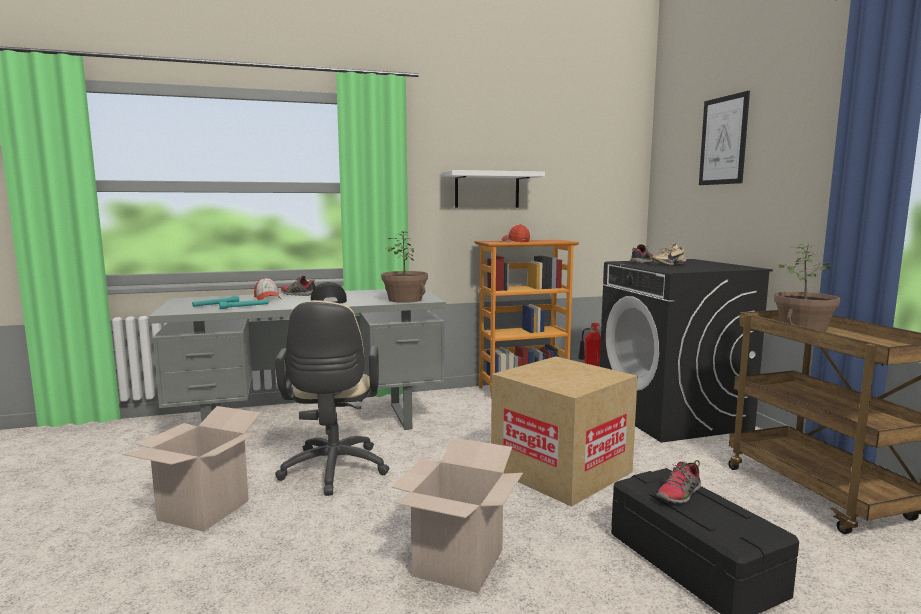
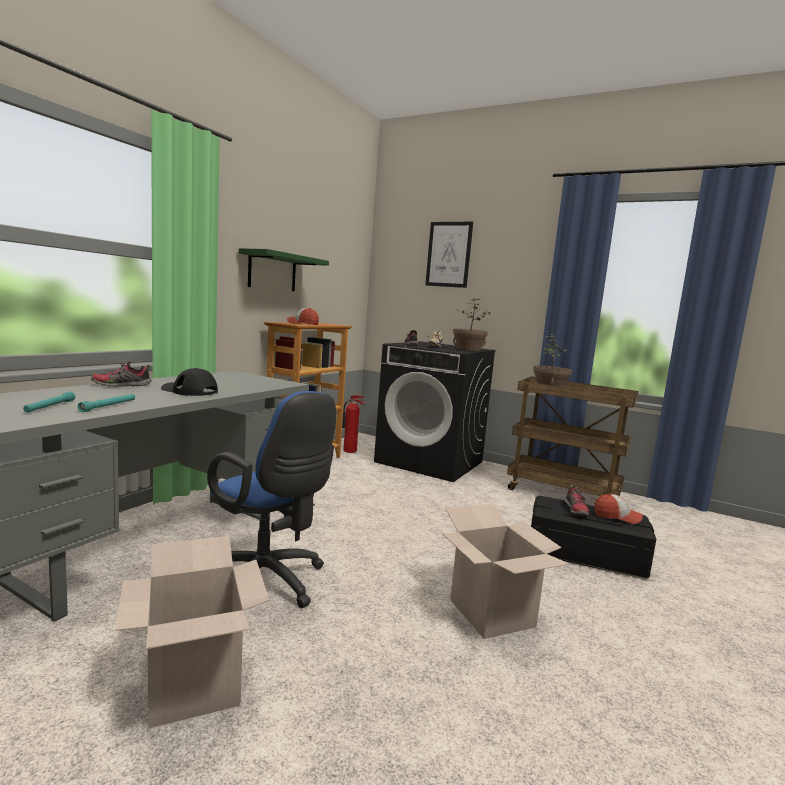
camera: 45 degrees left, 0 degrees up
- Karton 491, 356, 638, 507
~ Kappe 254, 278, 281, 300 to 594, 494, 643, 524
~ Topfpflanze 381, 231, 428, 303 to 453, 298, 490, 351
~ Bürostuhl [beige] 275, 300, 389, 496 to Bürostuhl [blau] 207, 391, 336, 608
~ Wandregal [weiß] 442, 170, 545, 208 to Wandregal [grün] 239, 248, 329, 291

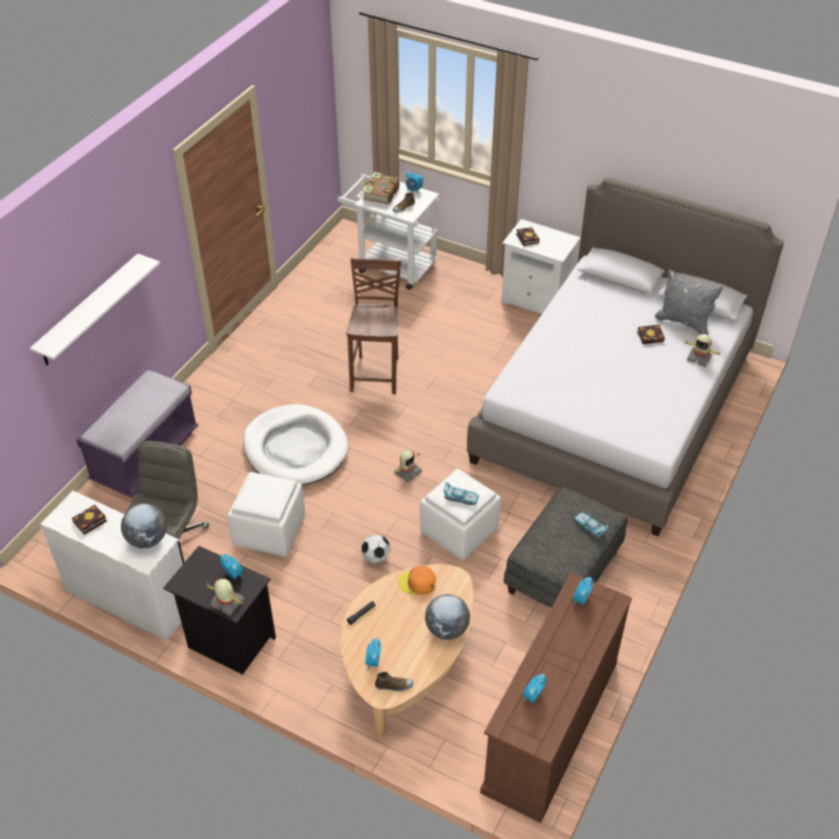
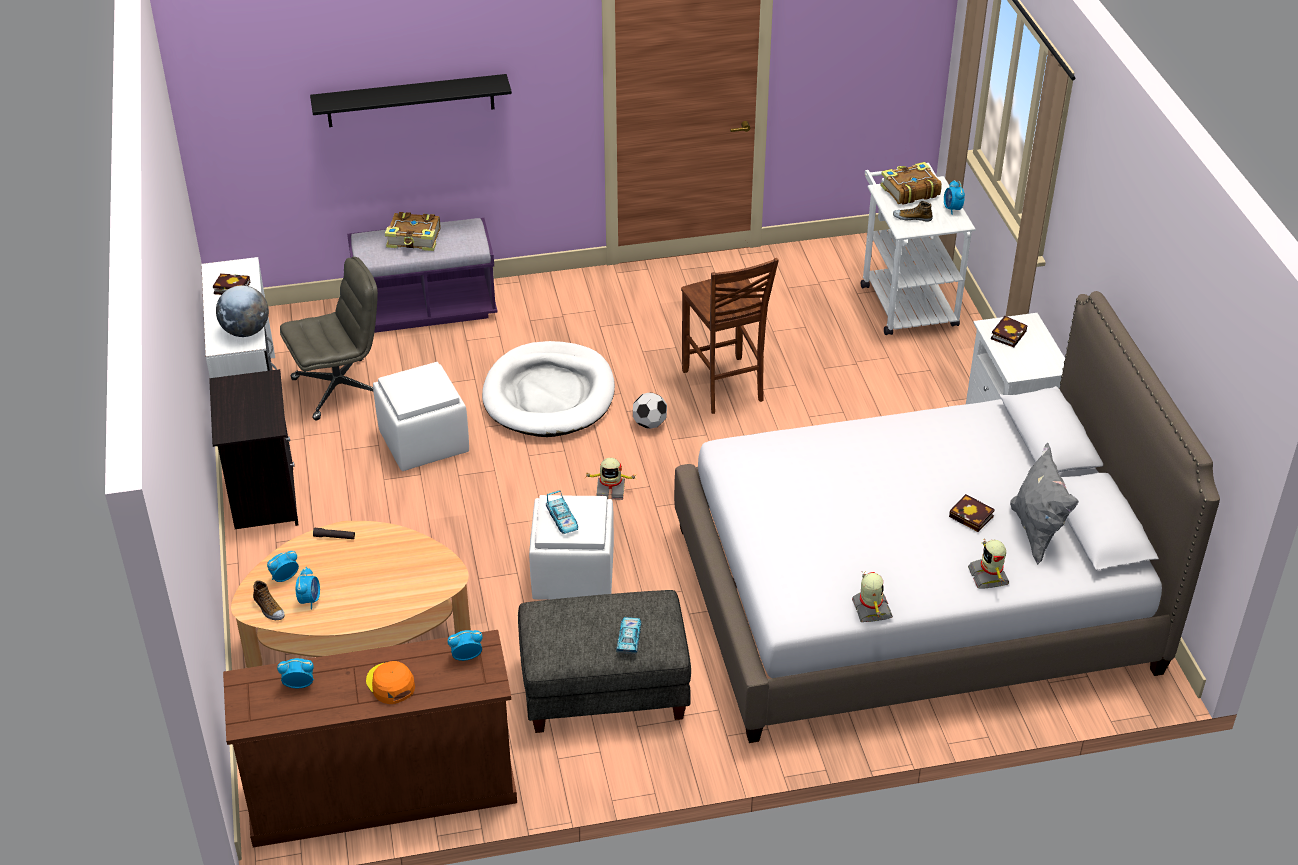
camera: 50 degrees right, 5 degrees down
- Globus 425, 594, 470, 640
+ Buch 385, 212, 440, 251
~ Spielzeugroboter 206, 579, 245, 616 to 852, 571, 893, 622
~ Wecker 220, 554, 243, 580 to 295, 567, 320, 610
~ Fußball 361, 534, 390, 564 to 633, 392, 667, 429
~ Kappe [orange] 398, 566, 436, 595 to 366, 661, 415, 704
~ Wandregal [weiß] 30, 253, 160, 365 to Wandregal [schwarz] 310, 74, 512, 127
~ Stuhl [braun] 346, 258, 401, 394 = 681, 258, 779, 414 105 degrees clockwise

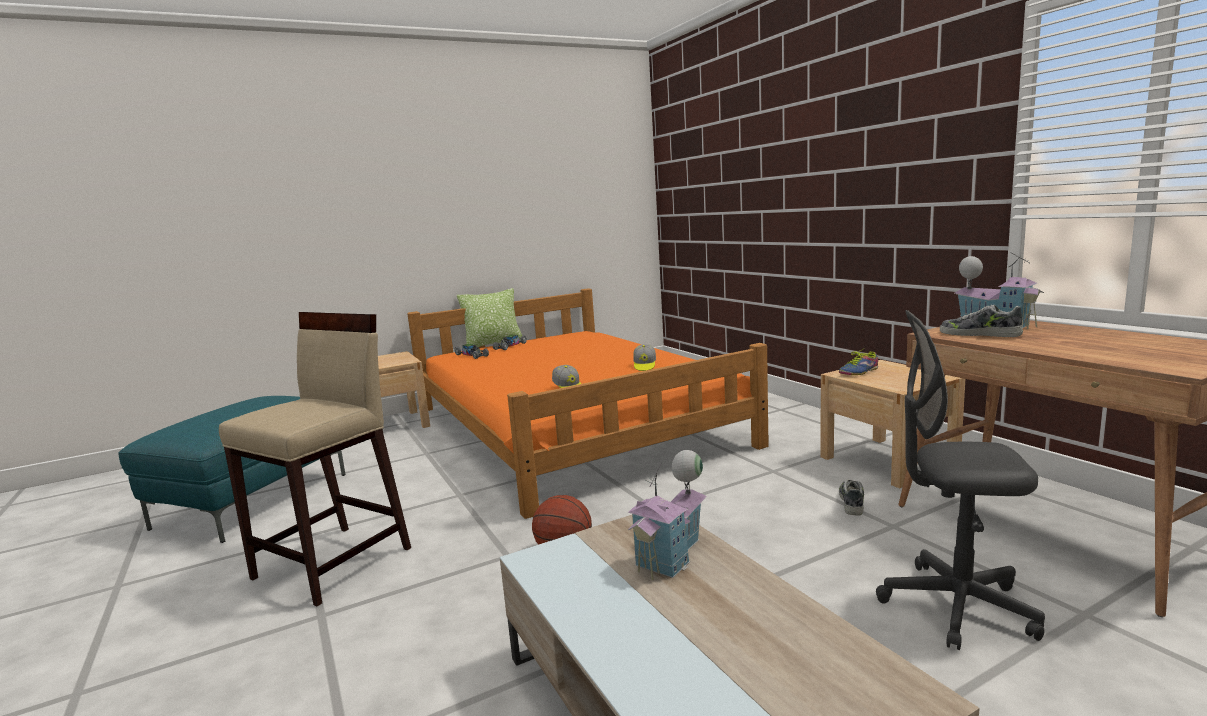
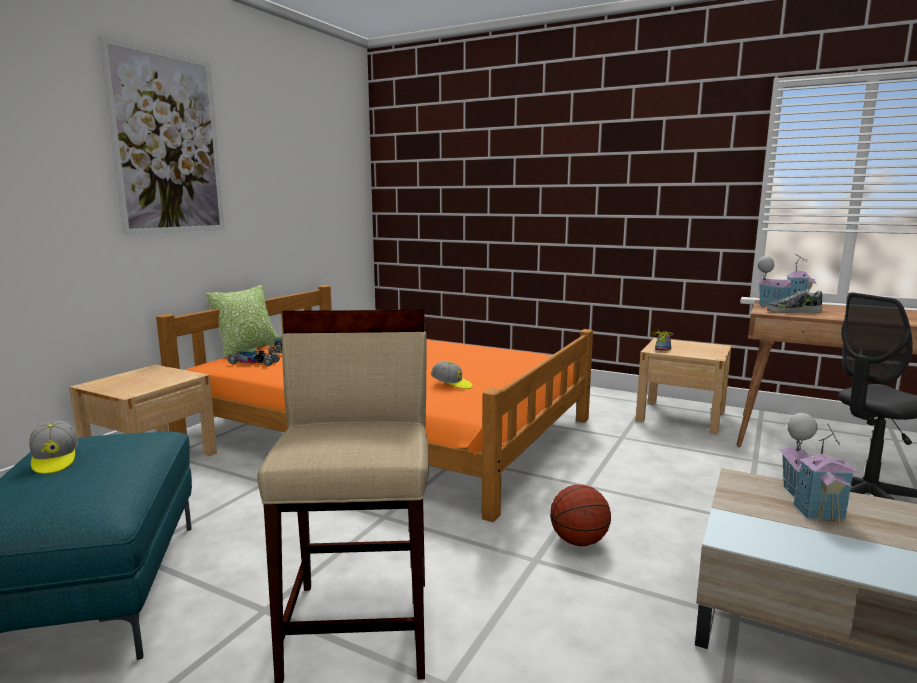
camera: 35 degrees left, 0 degrees up
- Schuh 839, 480, 864, 516
+ Bild 99, 36, 225, 235
~ Kappe 633, 344, 656, 371 to 29, 421, 78, 474

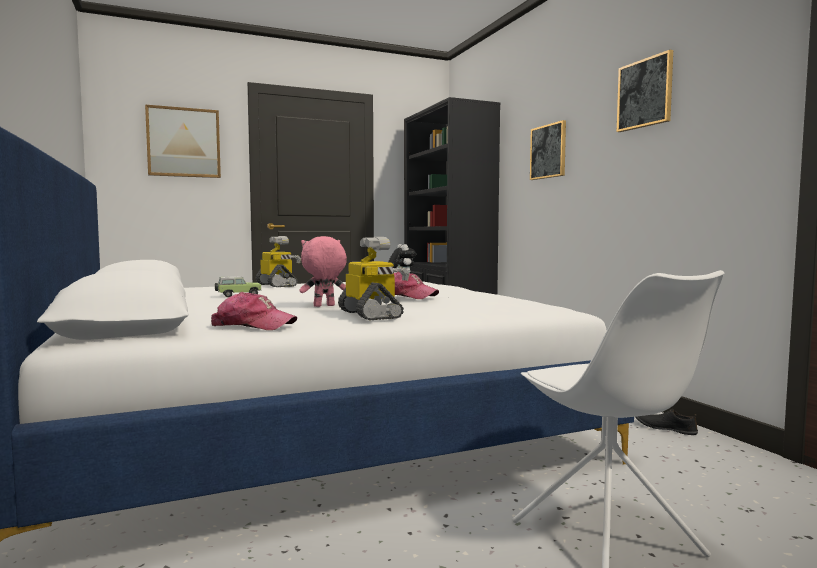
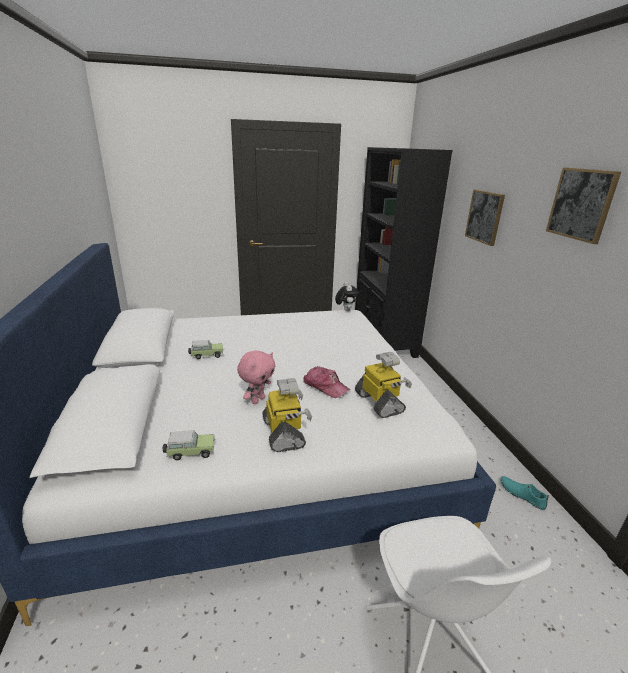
camera: 10 degrees right, 20 degrees up
- Bild 145, 105, 221, 178
~ Spielzeugroboter 256, 236, 301, 287 to 355, 352, 412, 418
~ Kappe 211, 292, 297, 330 to Spielzeugauto 163, 430, 215, 460
~ Schuh [schwarz] 636, 409, 698, 435 to Schuh [türkis] 501, 476, 549, 510
~ Plüschtier [rosa] 299, 236, 347, 307 = 237, 350, 275, 404 135 degrees clockwise

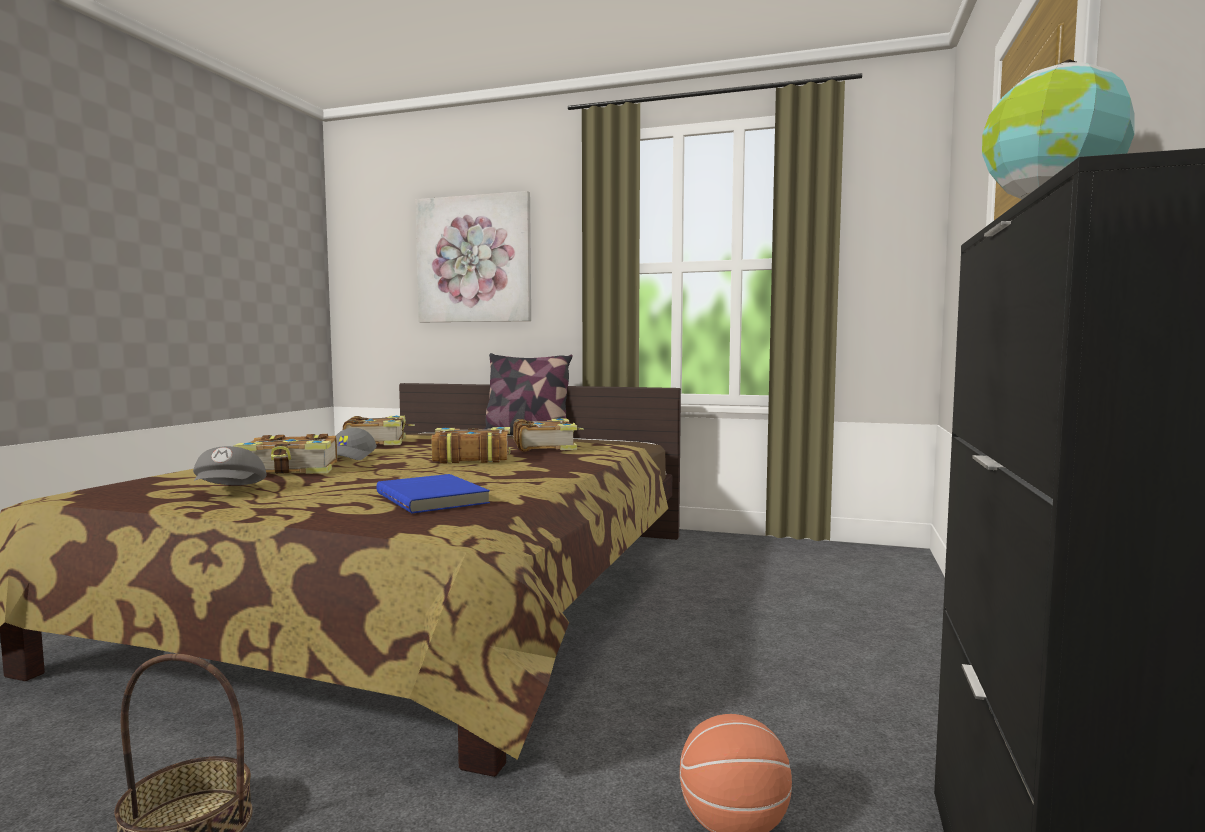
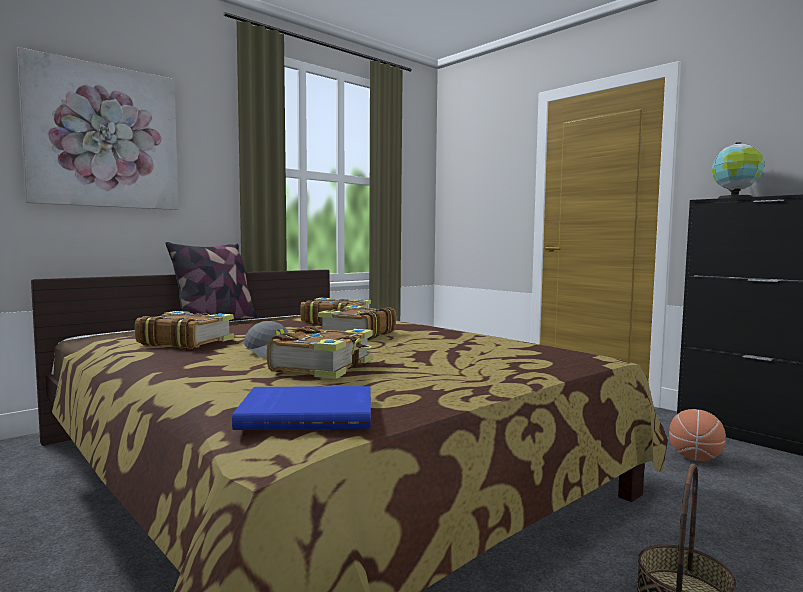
camera: 60 degrees left, 0 degrees up
- Kappe [grau] 193, 446, 267, 485
~ Buch [blau] 376, 474, 490, 513 to 232, 386, 371, 430

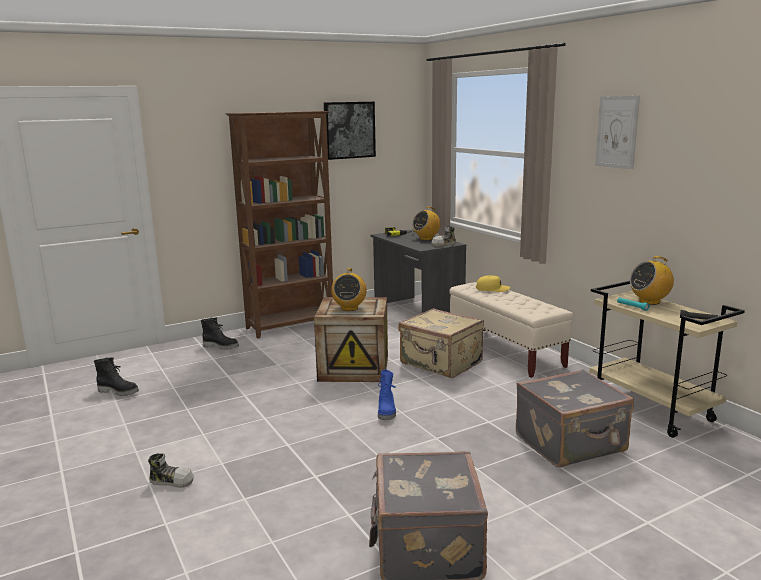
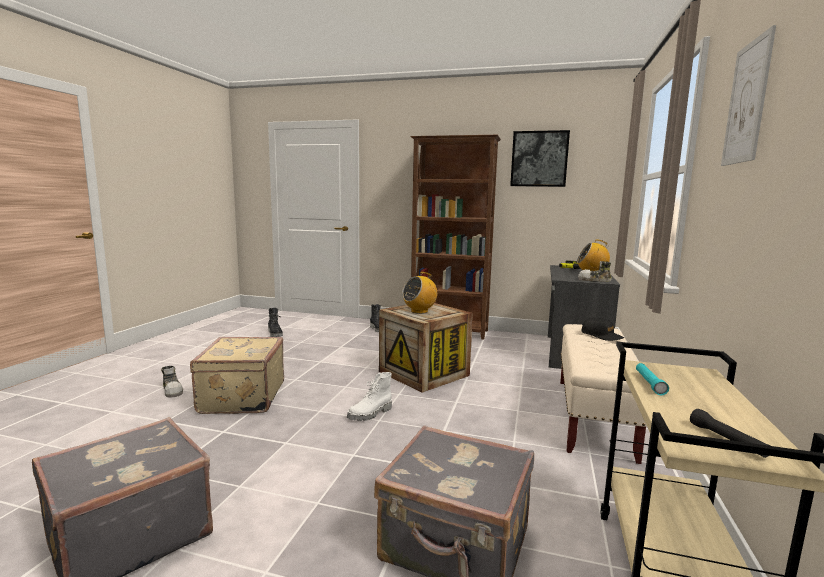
camera: 45 degrees right, 5 degrees down
- Radio 630, 256, 674, 305
~ Koffer [beige] 398, 308, 484, 378 to 190, 337, 284, 414
~ Stiefel [blau] 378, 369, 396, 420 to Stiefel [weiß] 347, 372, 392, 421
~ Kappe [gelb] 476, 275, 510, 292 to Kappe [schwarz] 581, 317, 624, 341

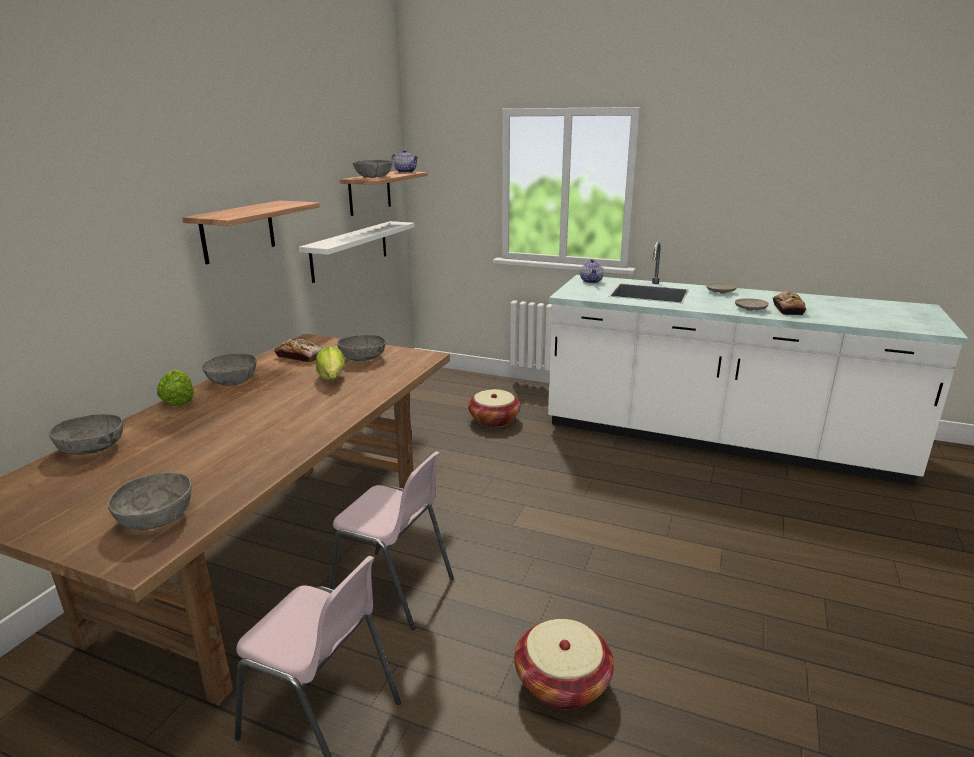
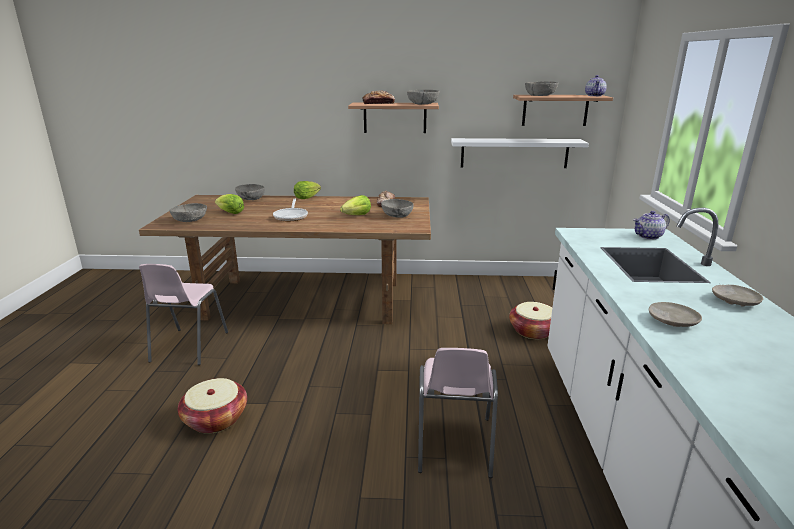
camera: 70 degrees right, 0 degrees up
+ Salatkopf 215, 194, 244, 214
+ Pfanne 273, 199, 308, 221
~ Schüssel [grau] 202, 353, 256, 386 to 407, 90, 440, 105
~ Stuhl [rosa] 328, 451, 454, 630 to 418, 348, 498, 478
~ Brot 773, 291, 806, 315 to 362, 90, 395, 104

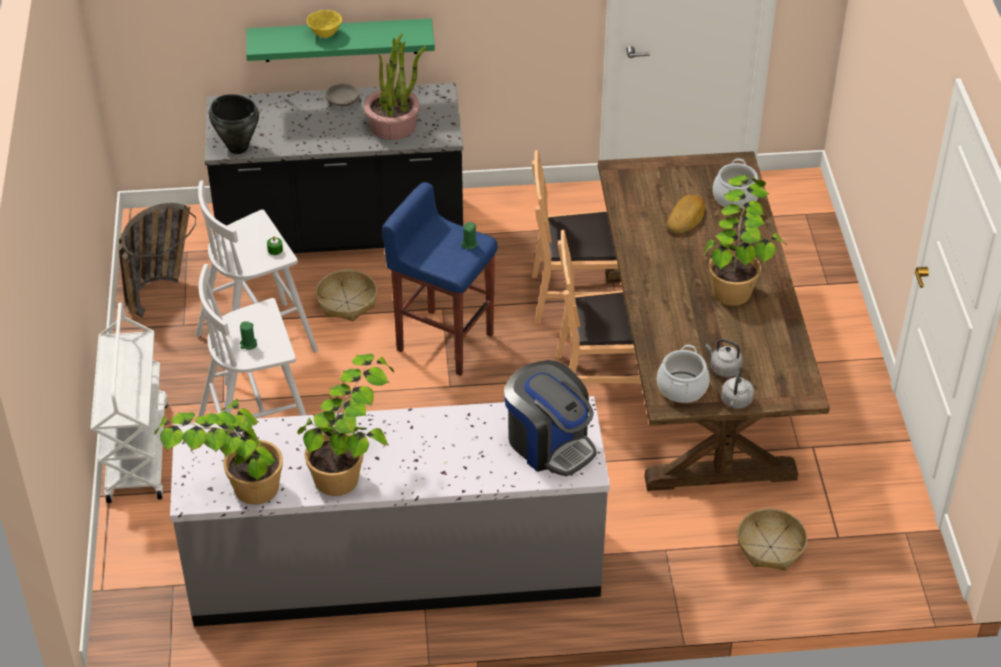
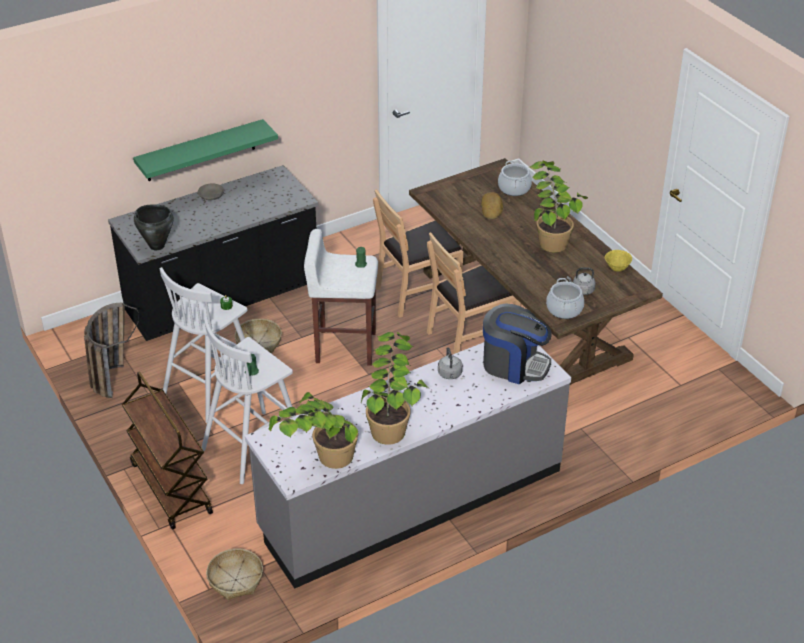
camera: 25 degrees left, 5 degrees down
- Topfpflanze 364, 33, 427, 140
~ Schüssel [gelb] 307, 10, 342, 38 to 605, 250, 632, 272
~ Wasserkessel [grau] 721, 368, 754, 409 to 438, 347, 463, 379
~ Korb 737, 508, 807, 570 to 206, 548, 263, 600
~ Rollwagen [weiß] 91, 302, 168, 503 to Rollwagen [braun] 122, 372, 213, 530
~ Hocker [blau] 382, 182, 498, 376 to Hocker [weiß] 304, 229, 378, 366

